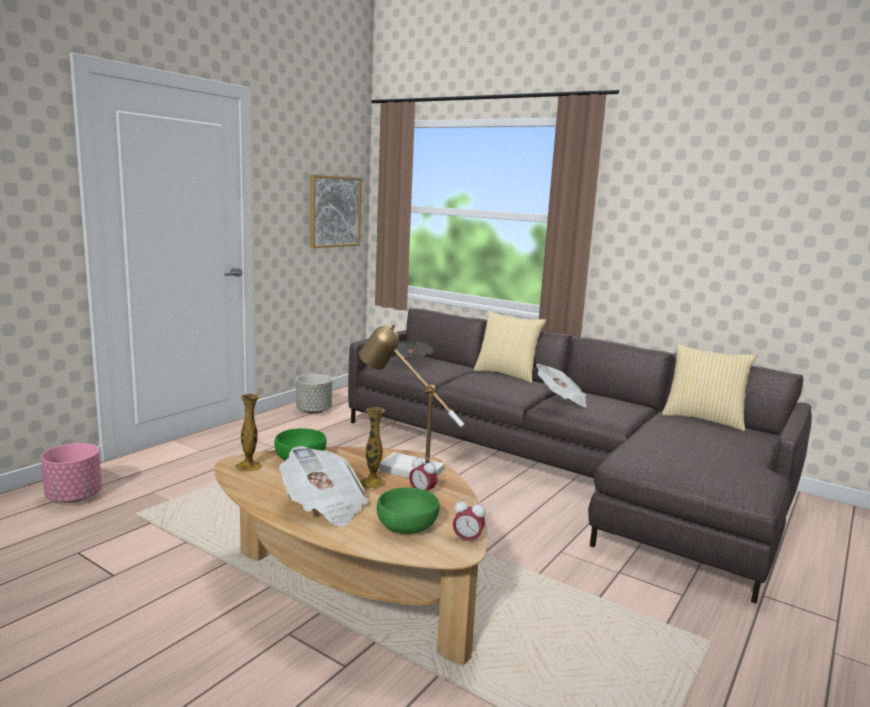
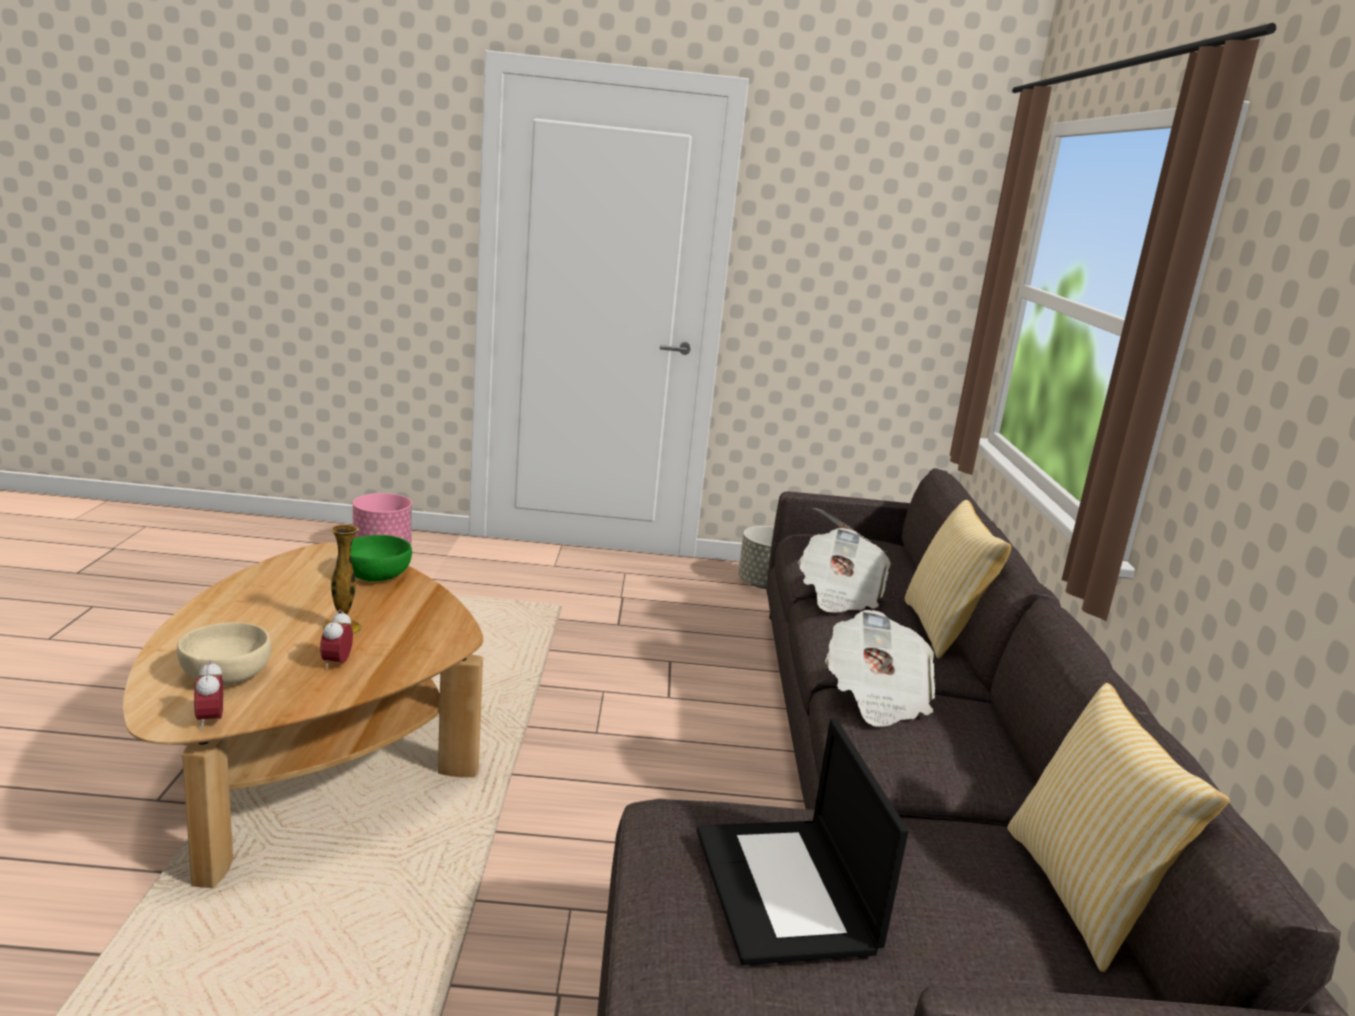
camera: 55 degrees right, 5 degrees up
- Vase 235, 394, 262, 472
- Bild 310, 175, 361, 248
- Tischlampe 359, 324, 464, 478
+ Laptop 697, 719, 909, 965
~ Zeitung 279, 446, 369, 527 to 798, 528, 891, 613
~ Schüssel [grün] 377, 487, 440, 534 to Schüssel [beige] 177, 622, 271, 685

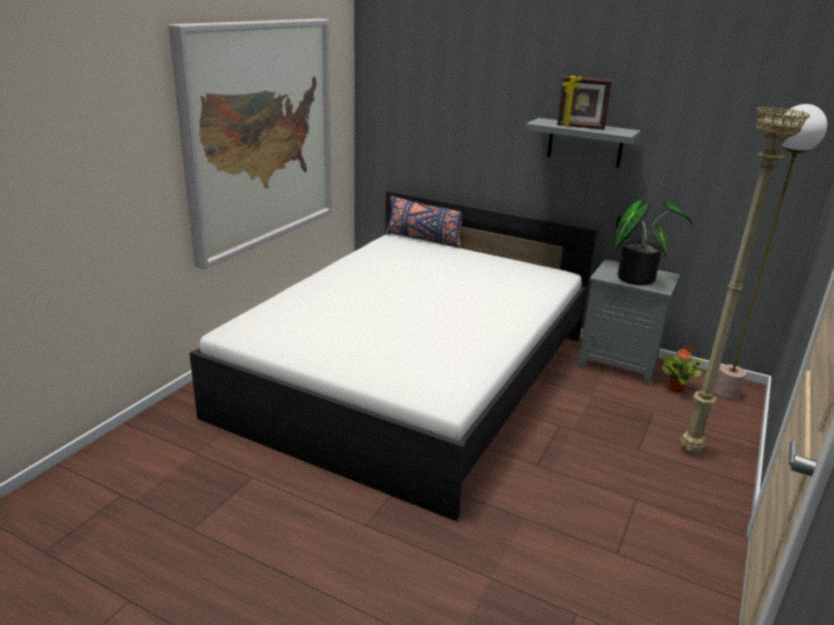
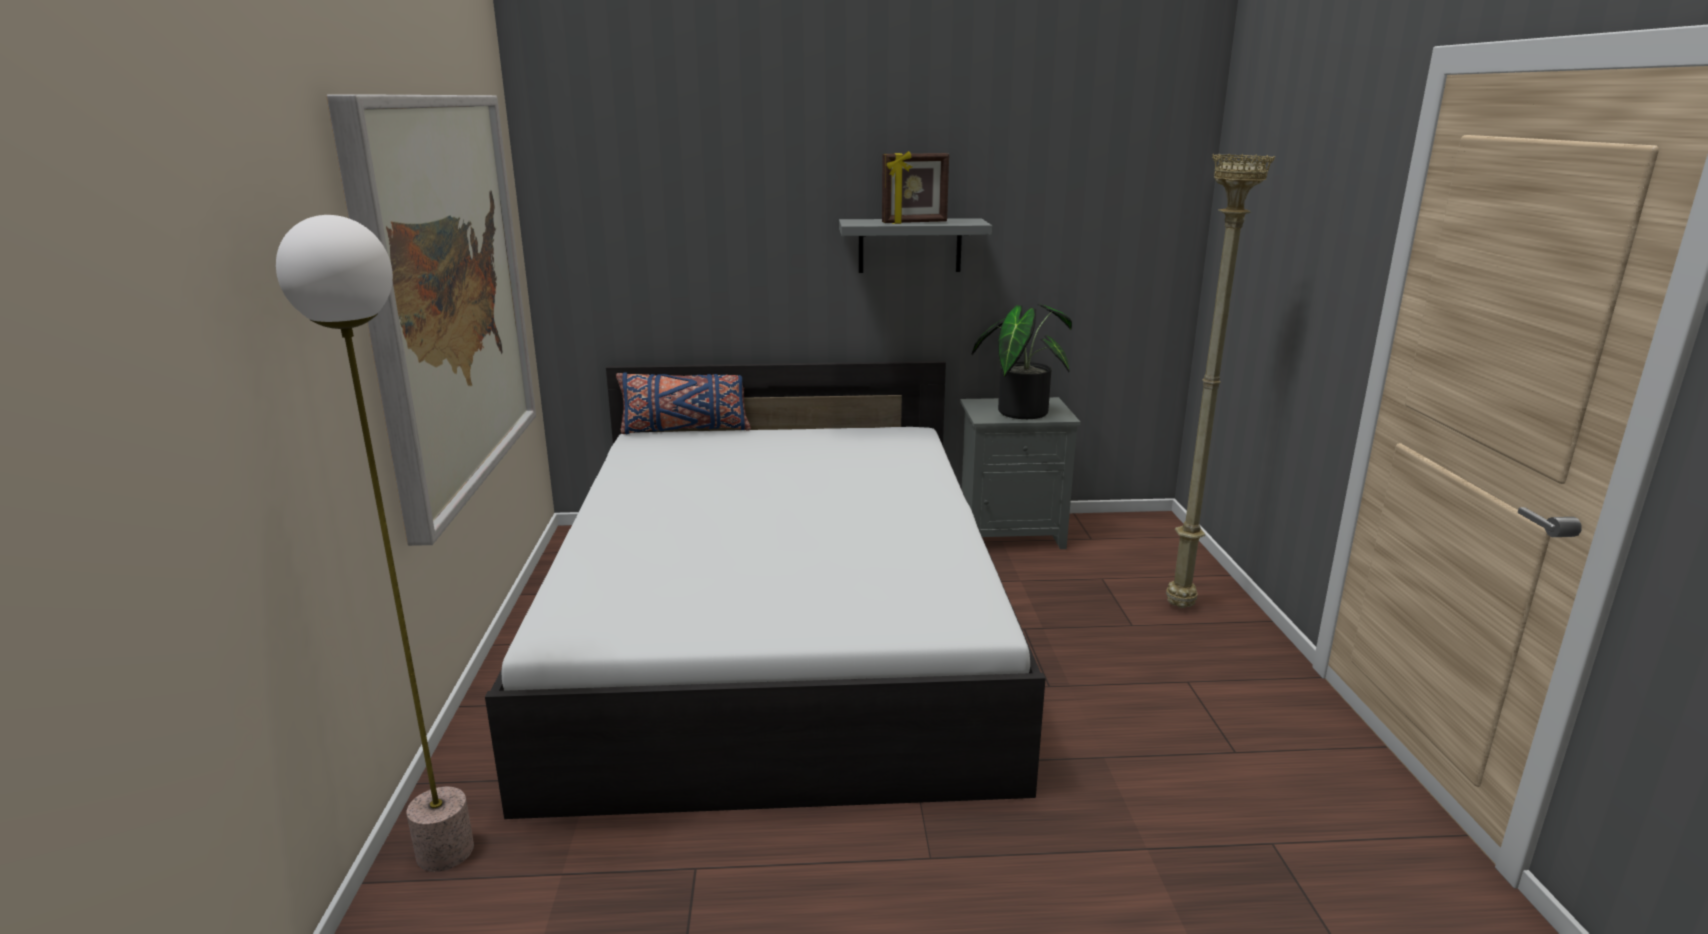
camera: 30 degrees left, 5 degrees down
- Topfpflanze 661, 345, 705, 392
~ Stehlampe 714, 104, 827, 400 to 276, 215, 474, 872

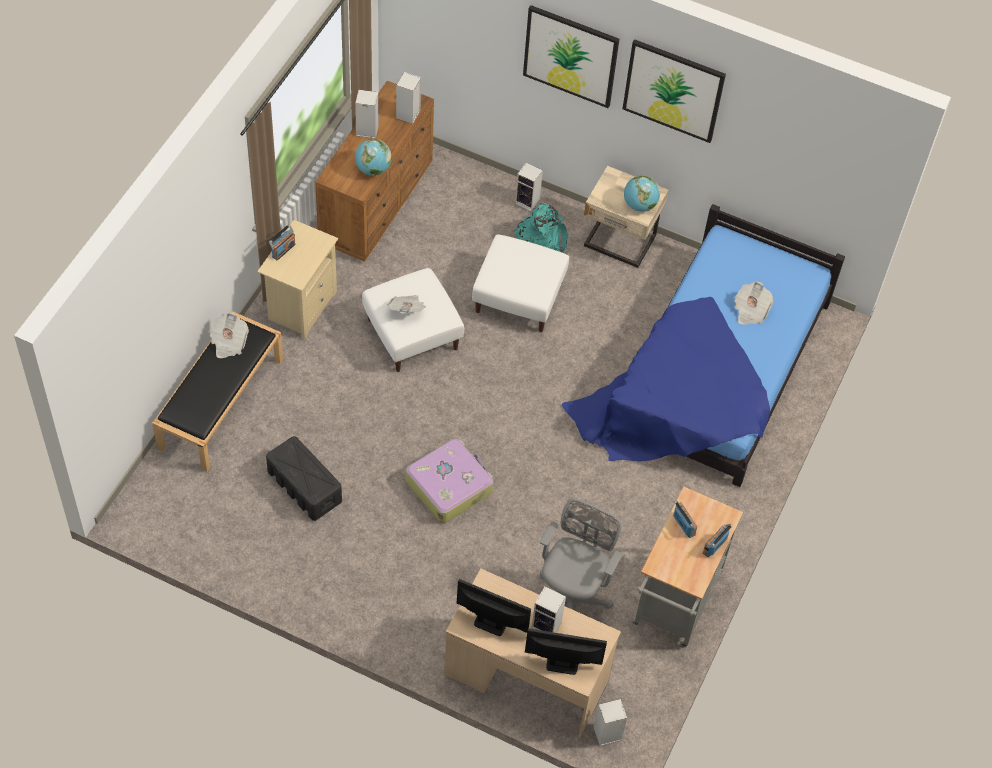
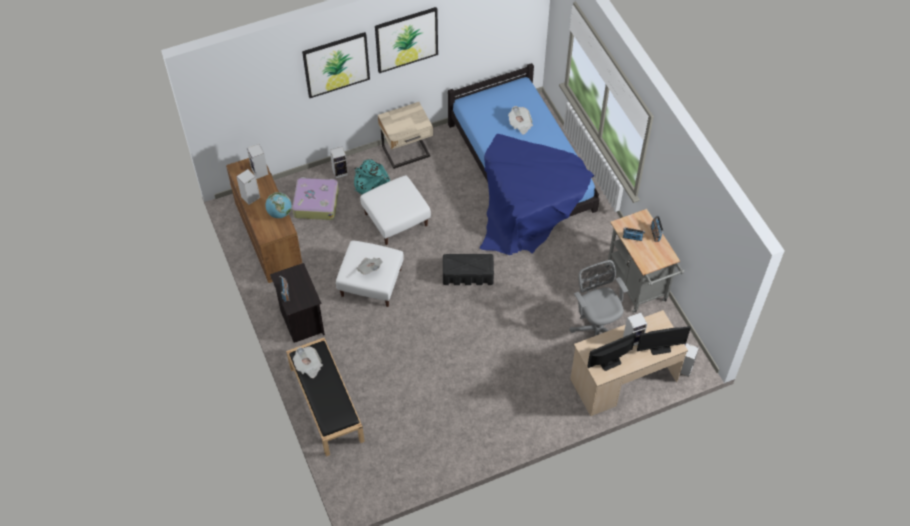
camera: 45 degrees left, 0 degrees up
- Globus 624, 175, 660, 212
~ Aufbewahrungsbox [schwarz] 266, 436, 342, 521 to 443, 254, 494, 285
~ Koffer 406, 439, 493, 523 to 292, 177, 339, 220
~ Nachttisch [beige] 257, 220, 338, 340 to Nachttisch [schwarz] 270, 263, 325, 343
~ Monitor 525, 628, 607, 675 = 637, 326, 691, 355 150 degrees counterclockwise

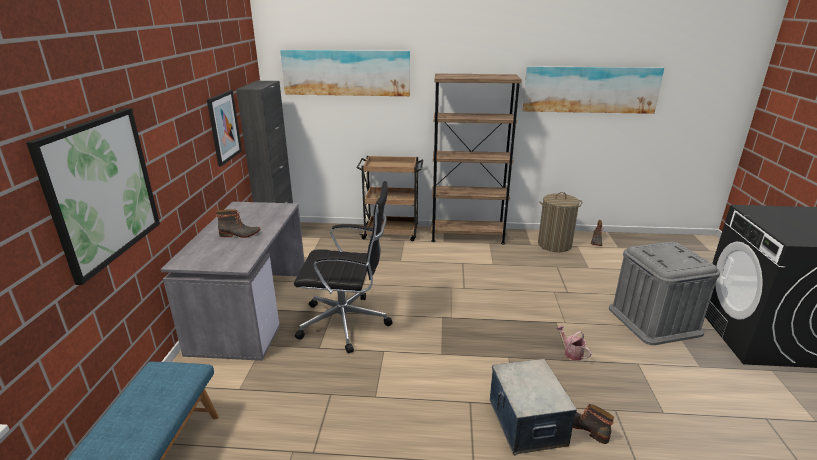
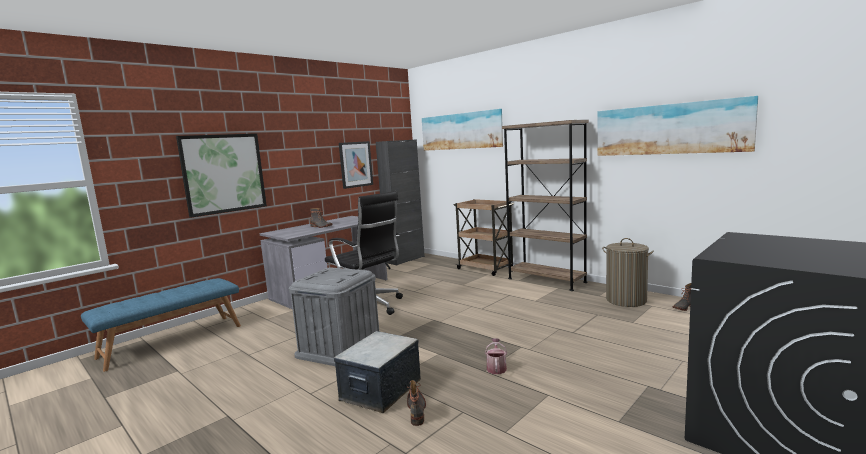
camera: 40 degrees right, 15 degrees down
~ Aufbewahrungsbox [grau] 609, 242, 720, 345 to 289, 268, 379, 366

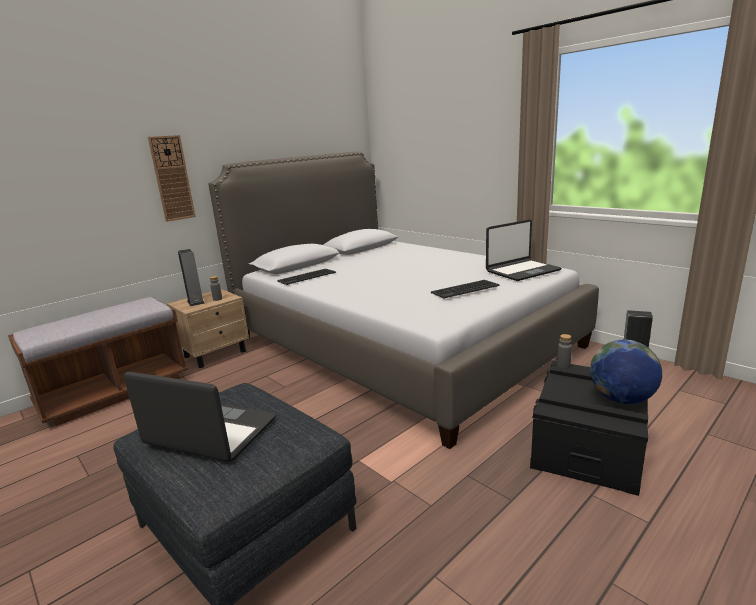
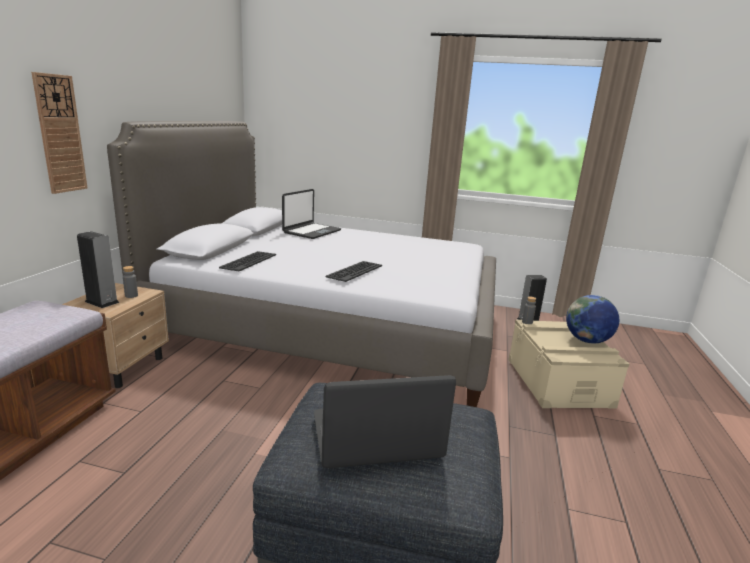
camera: 35 degrees left, 0 degrees up
~ Tastatur 431, 280, 500, 298 to 326, 261, 382, 282
~ Laptop 486, 219, 561, 281 to 282, 189, 341, 239
~ Aufbewahrungsbox [schwarz] 530, 361, 648, 496 to Aufbewahrungsbox [beige] 508, 320, 630, 409

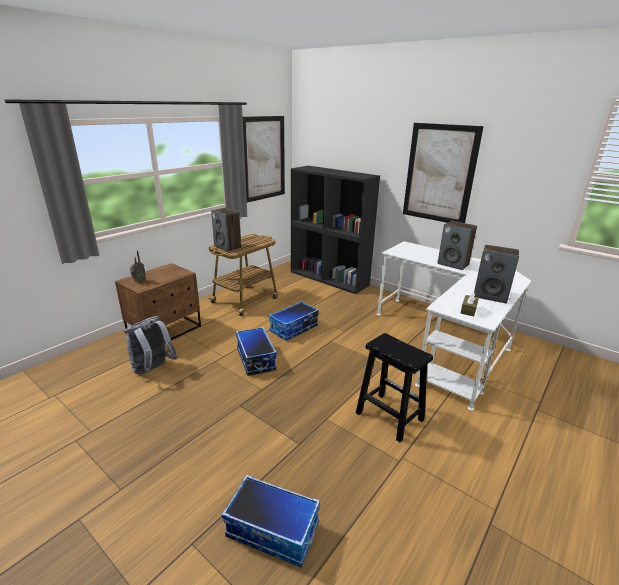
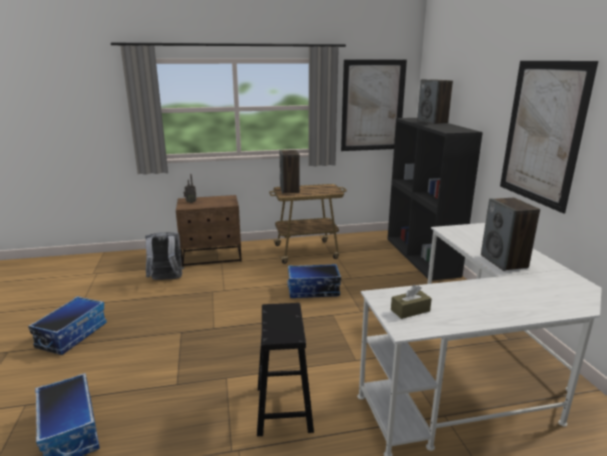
camera: 40 degrees right, 5 degrees down
~ Aufbewahrungsbox 236, 327, 277, 376 to 28, 296, 107, 355
~ Lautsprecher 474, 245, 519, 303 to 417, 79, 453, 124

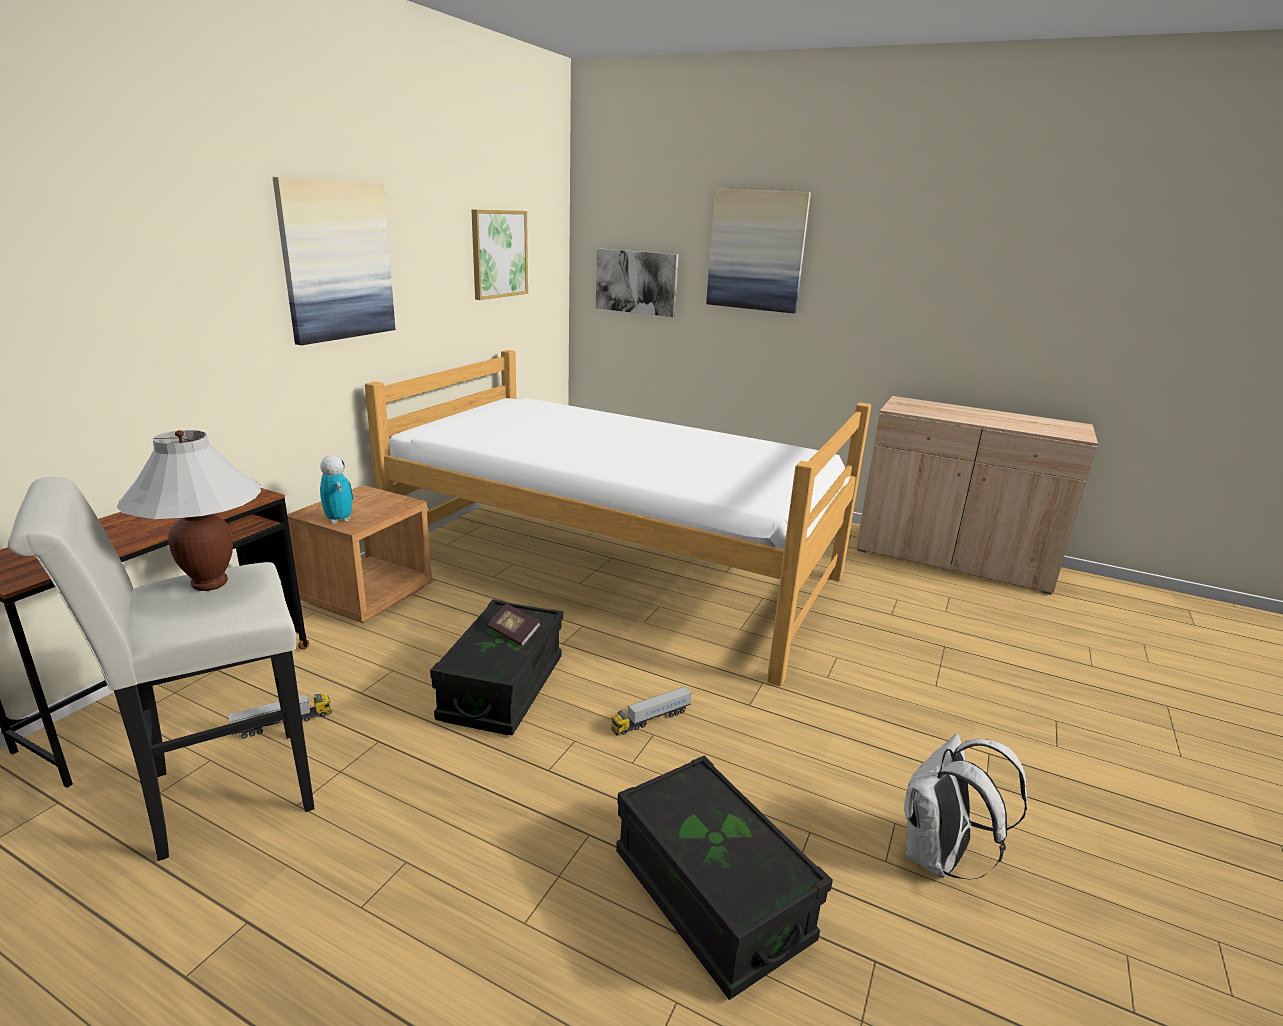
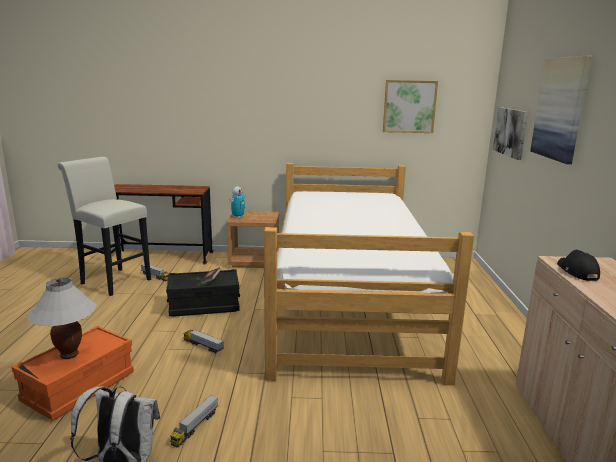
camera: 65 degrees right, 5 degrees down
- Bild 273, 177, 395, 345
+ Spielzeuglaster 170, 395, 218, 447
+ Kappe [schwarz] 557, 250, 600, 281
~ Tischlampe [weiß] 117, 430, 261, 591 to 27, 277, 97, 359
~ Aufbewahrungsbox [schwarz] 616, 756, 833, 1000 to Aufbewahrungsbox [orange] 11, 326, 134, 421

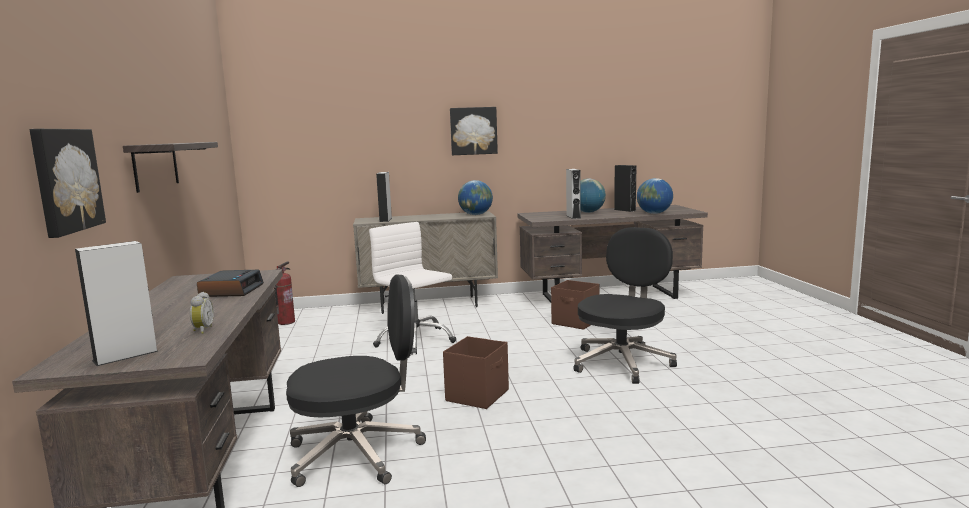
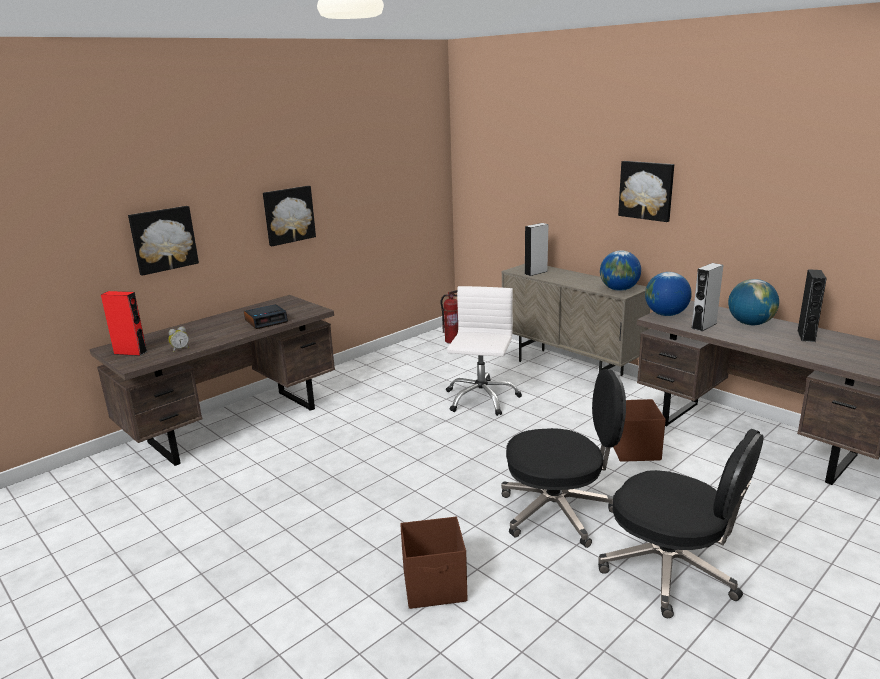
camera: 55 degrees right, 10 degrees up
~ Bürostuhl [schwarz] 286, 275, 426, 487 to 598, 429, 763, 618
~ Aufbewahrungsbox [braun] 443, 336, 509, 409 to 400, 516, 467, 609
~ Globus 637, 178, 673, 214 to 645, 272, 692, 316
~ Wandregal 123, 142, 218, 193 to Bild 263, 186, 316, 246
~ Lautsprecher [grau] 75, 241, 158, 366 to Lautsprecher [rot] 101, 291, 147, 356

